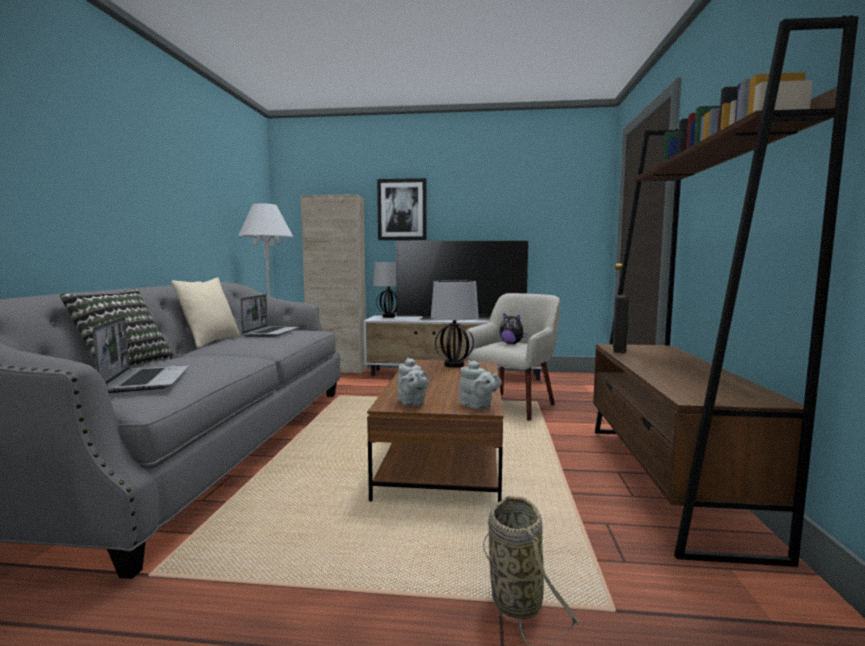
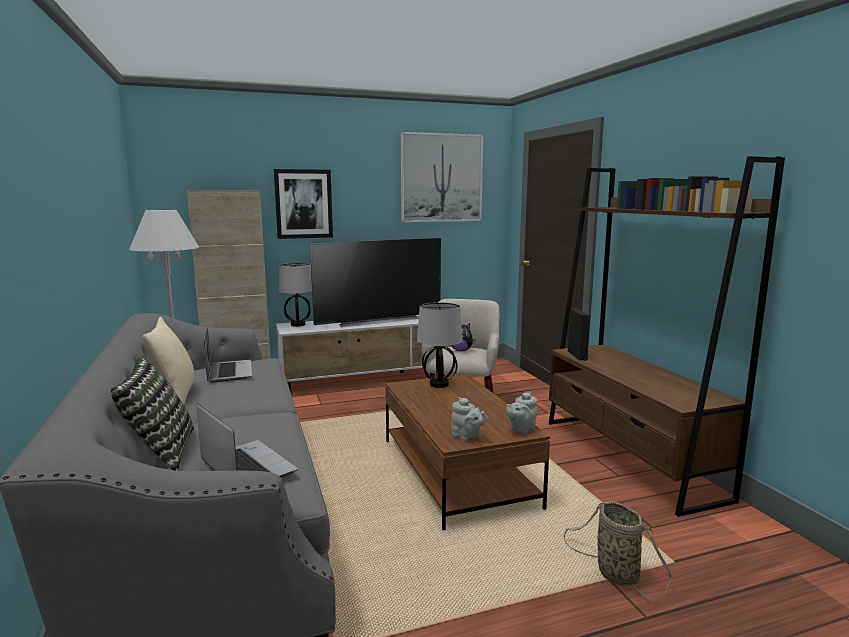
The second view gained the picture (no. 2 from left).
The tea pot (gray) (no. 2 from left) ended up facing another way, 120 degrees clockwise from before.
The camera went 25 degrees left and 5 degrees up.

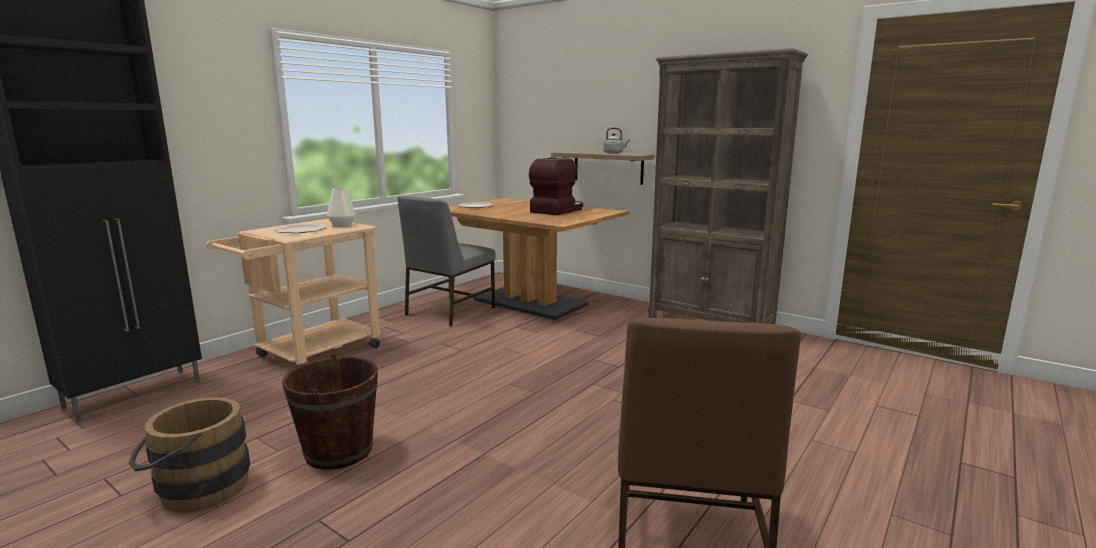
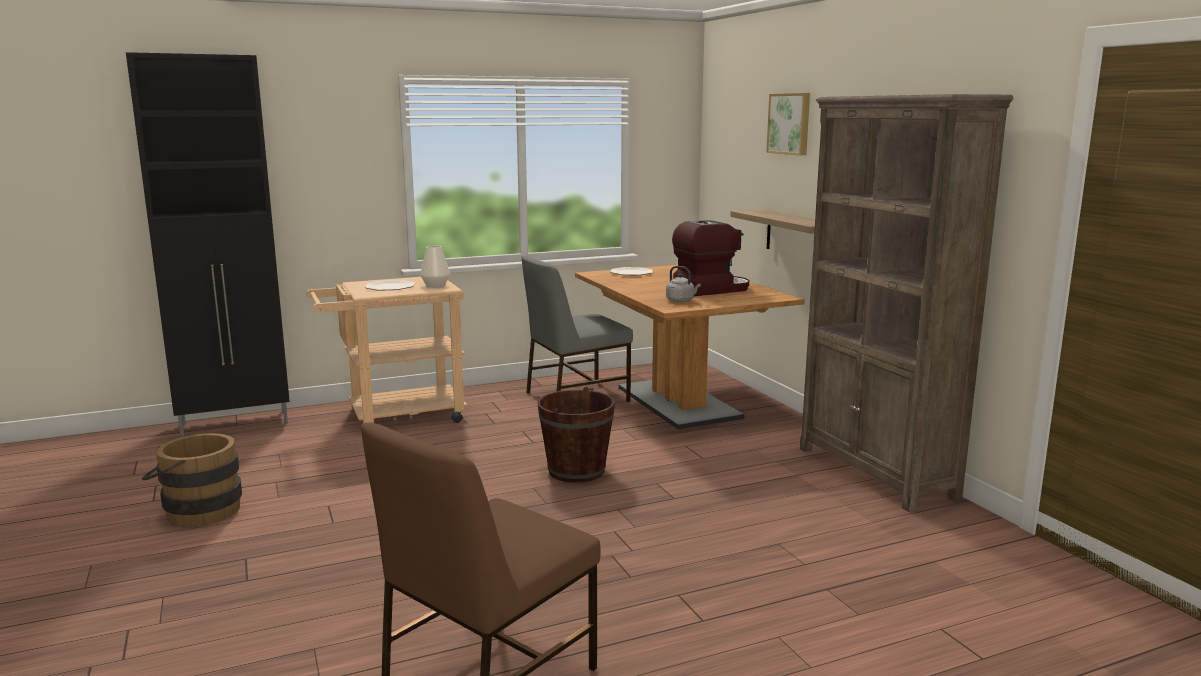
The pail (brown) (no. 2 from left) ended up elsewhere.
The water kettle (gray) ended up elsewhere.
The second view gained the picture.
The camera went 30 degrees right and 0 degrees up.

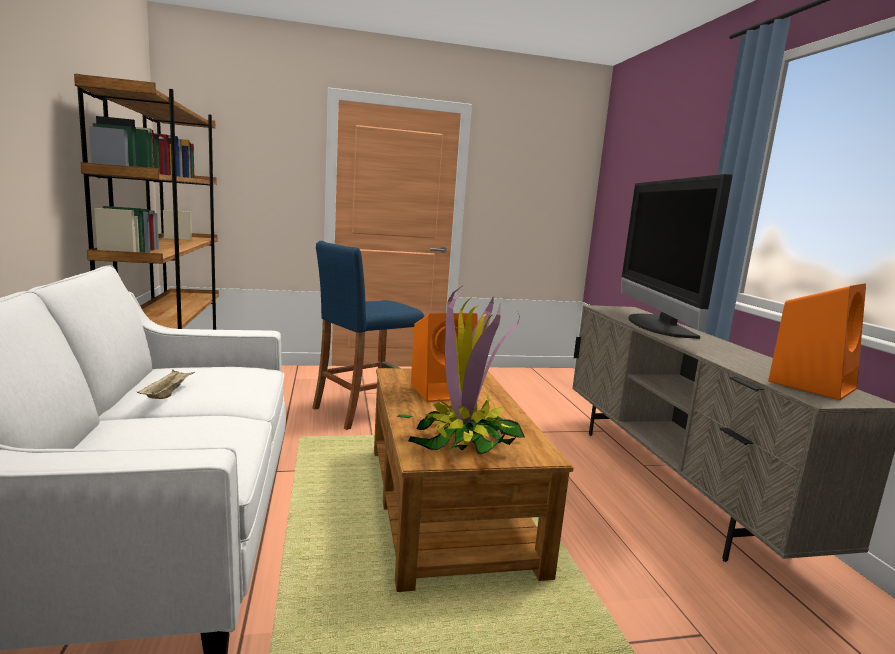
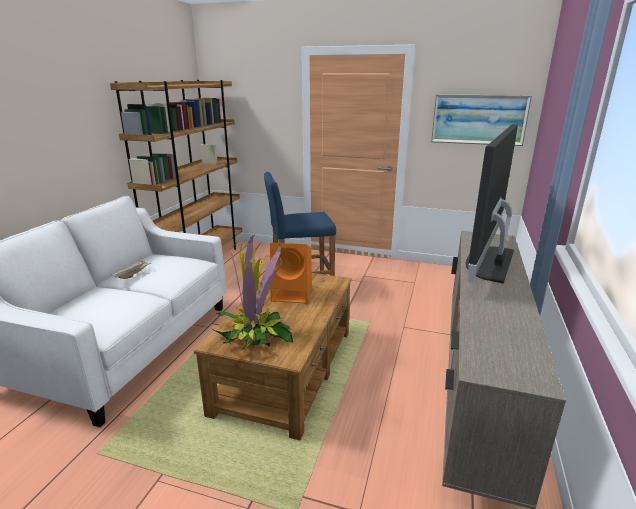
The second view gained the picture.
The second view lost the loudspeaker (orangey) (no. 2 from left).
The camera went 30 degrees right and 10 degrees up.

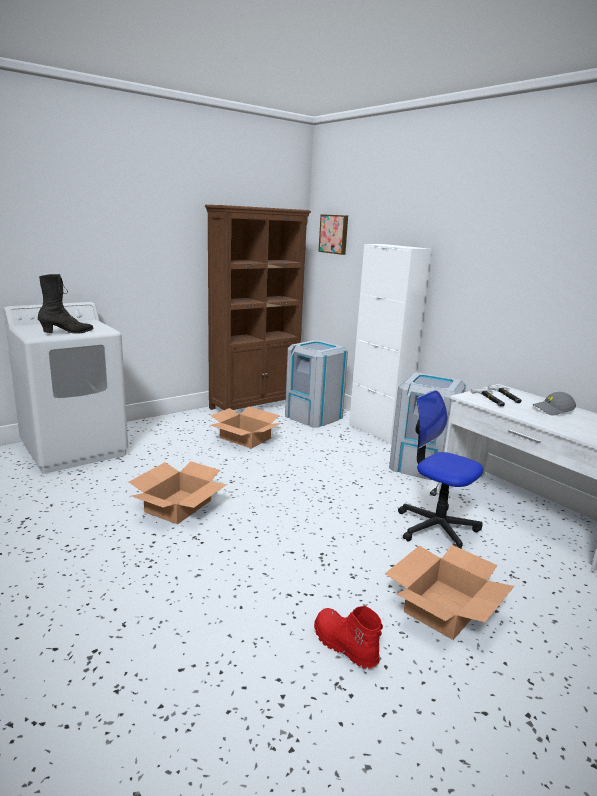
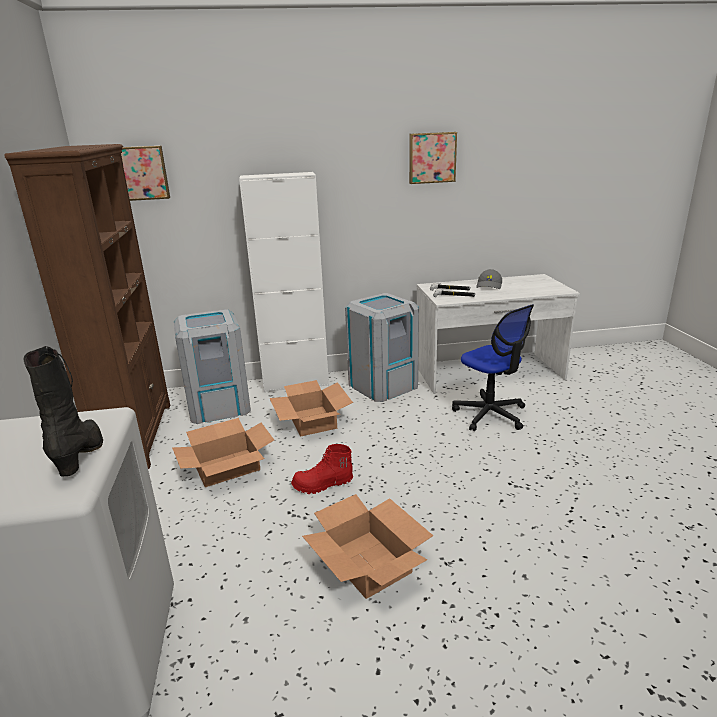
The cardboard box (no. 3 from left in the first image) ended up elsewhere.
The high-top boot (reddish) ended up elsewhere.
The second view gained the picture (no. 2 from left).
The office chair ended up facing another way, 105 degrees counterclockwise from before.
The camera went 60 degrees left and 5 degrees up.

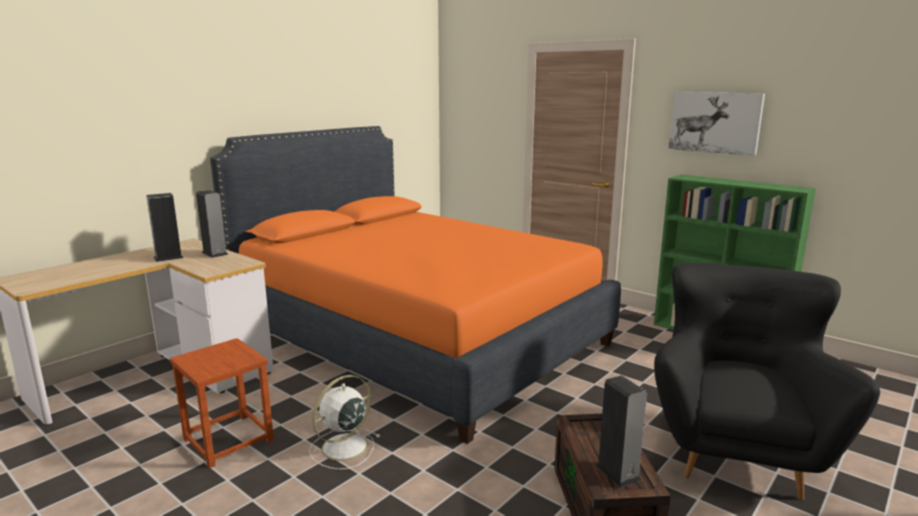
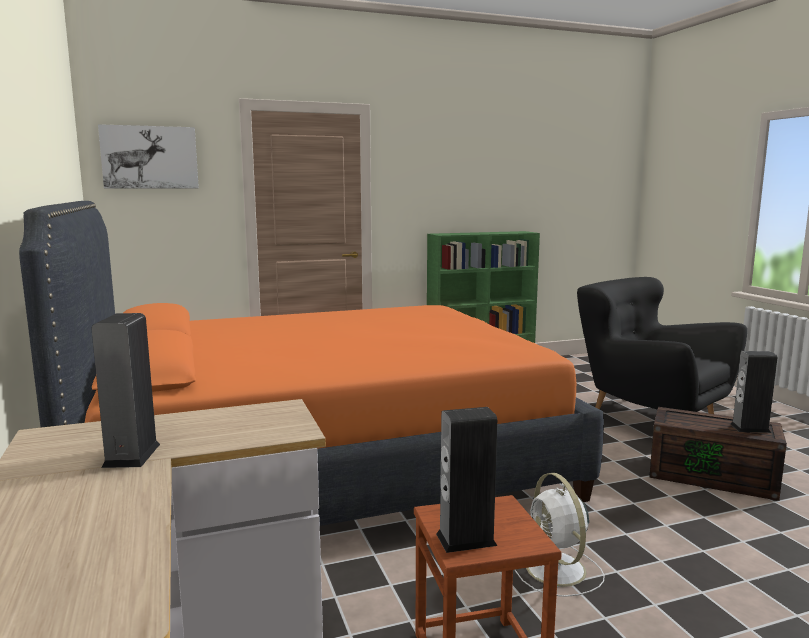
The picture ended up elsewhere.
The loudspeaker (no. 2 from left) ended up elsewhere.
The camera went 60 degrees left and 5 degrees down.

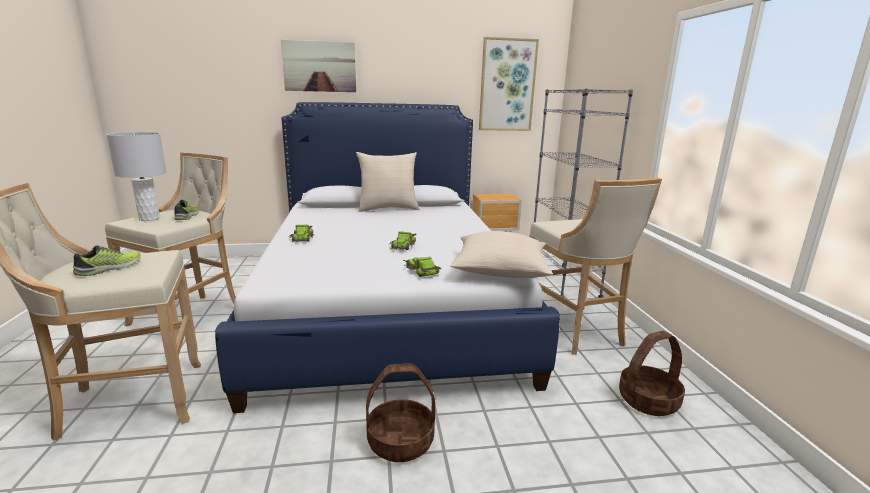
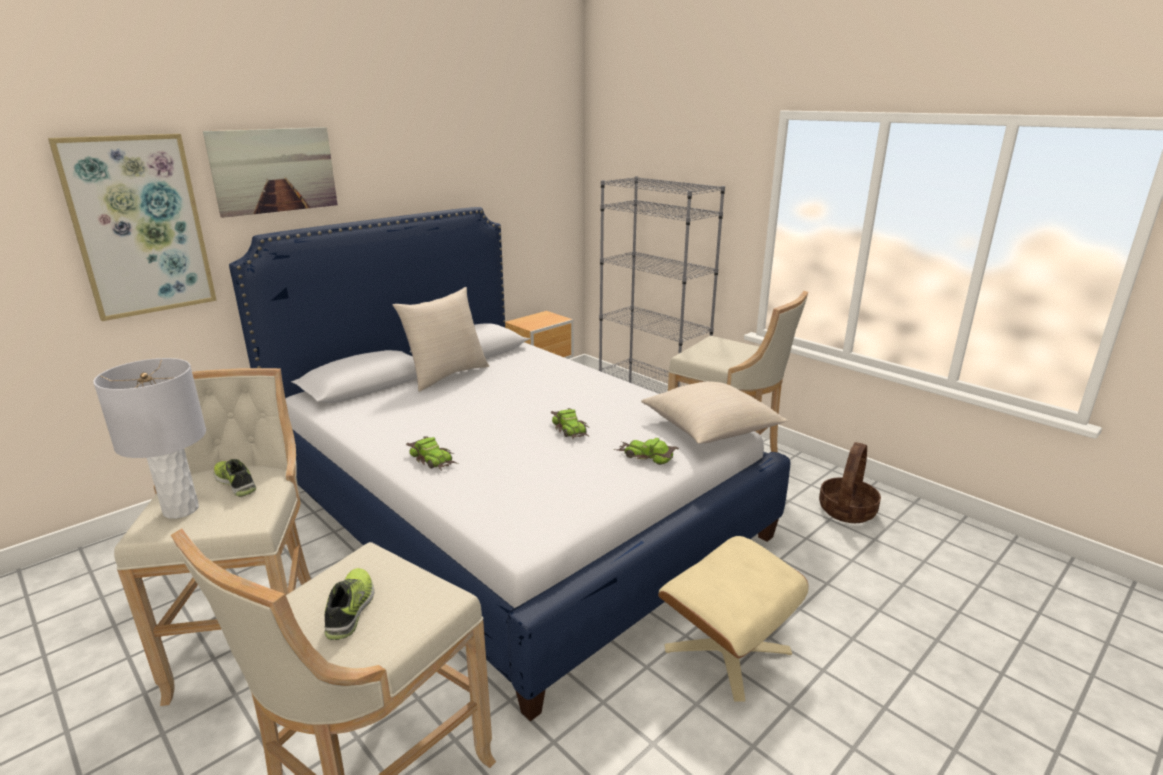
The picture (no. 2 from left in the first image) ended up elsewhere.
Where the basket (no. 1 from left) stood, the pouffe (sand-coloured) came to stand.
The camera went 35 degrees left and 5 degrees up.

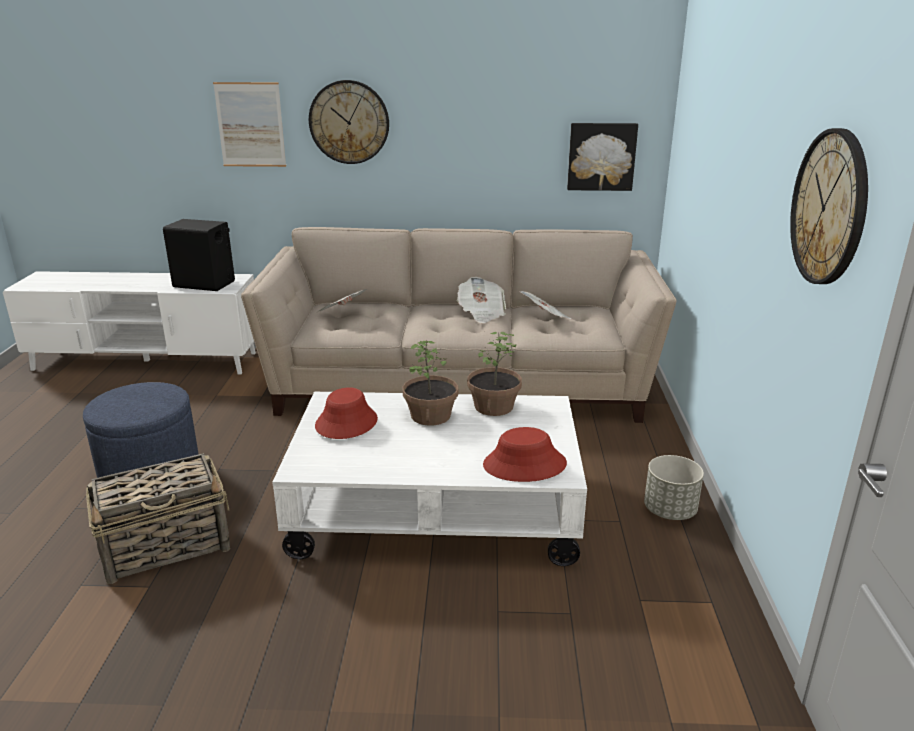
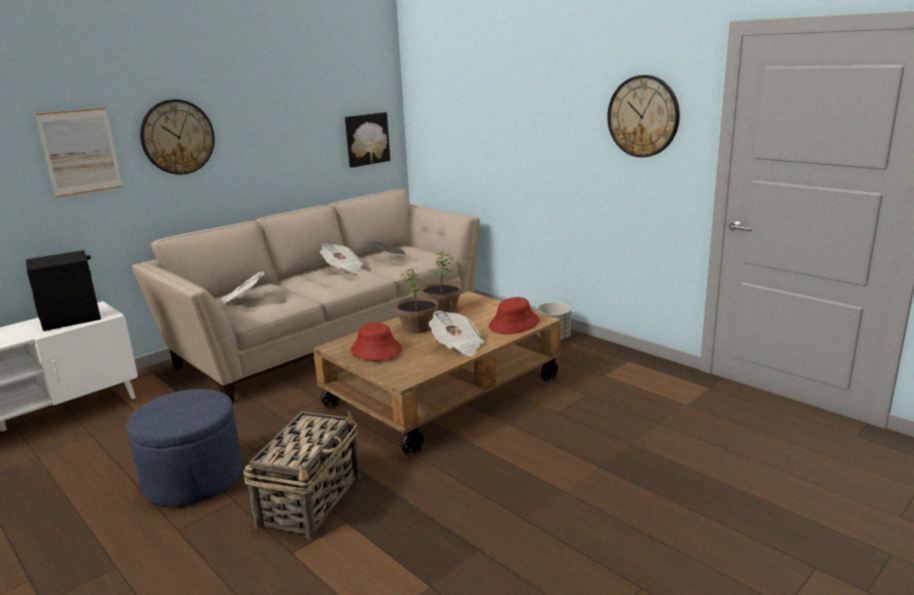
What was the lounge table (whitish) turned into the lounge table (brown).
The second view gained the newspaper (no. 4 from left).
The camera went 45 degrees left and 5 degrees down.

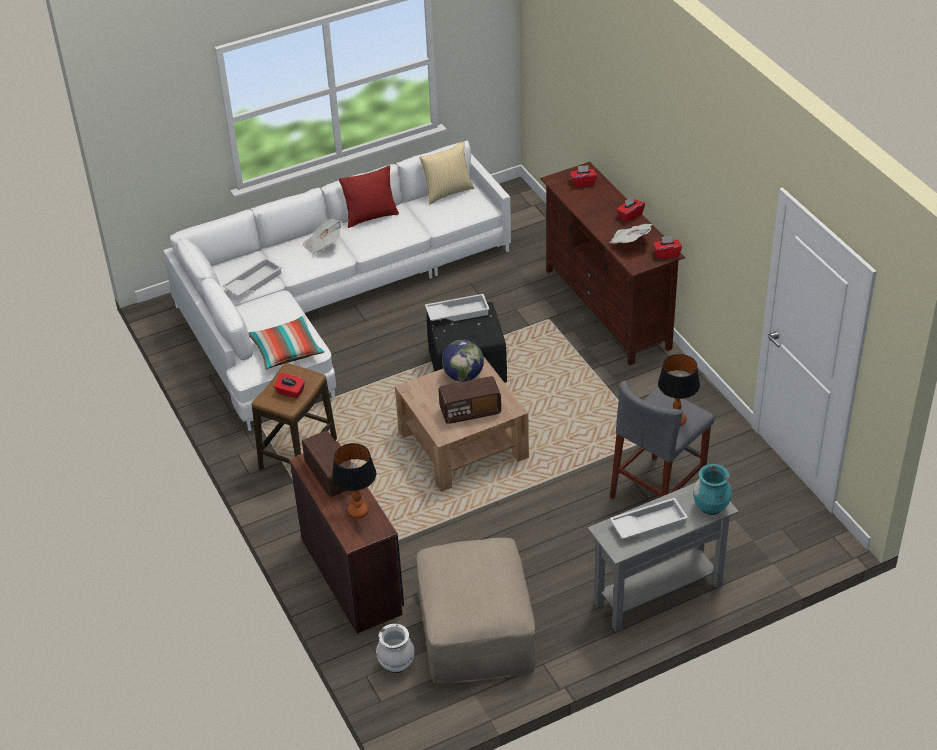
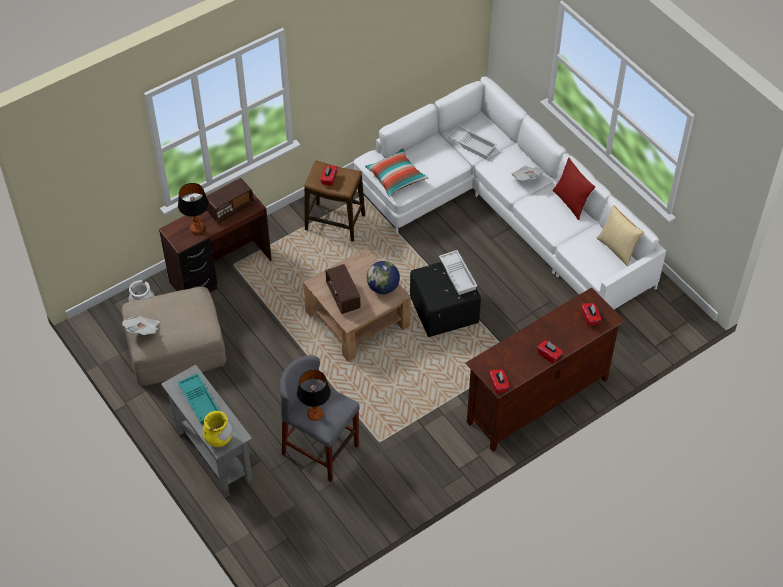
The newspaper (no. 2 from left in the first image) ended up elsewhere.
What was the tray (whitish) (no. 3 from left) turned into the tray (turquoise-coloured).
What was the vase (turquoise-coloured) turned into the vase (yellowish).
The camera went 80 degrees right and 10 degrees up.

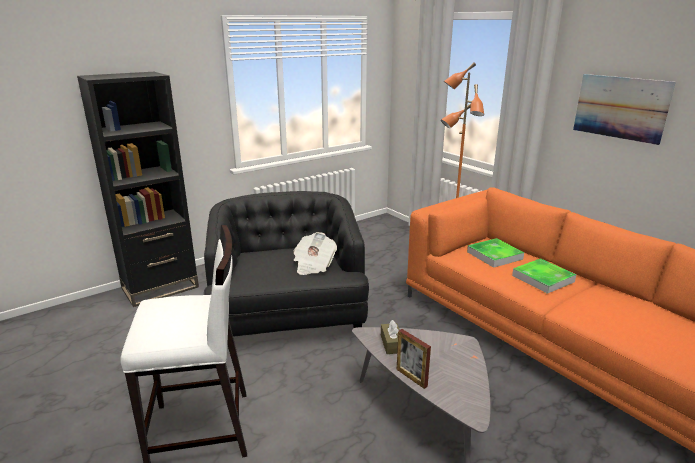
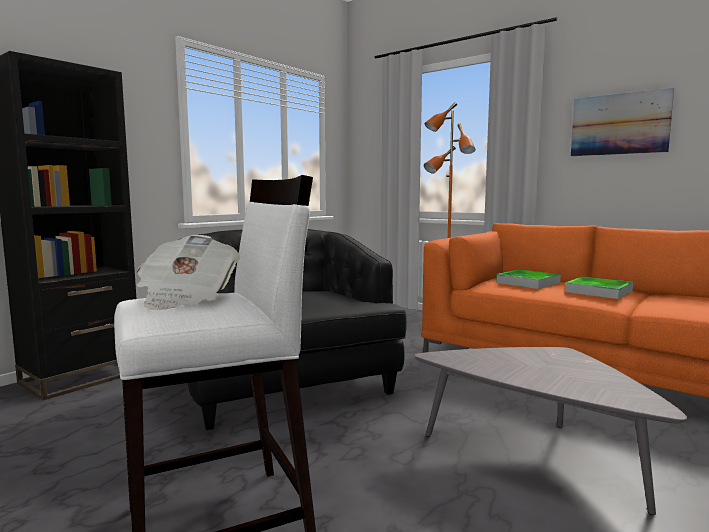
The newspaper ended up elsewhere.
The second view lost the box of tissues (brown).
The second view lost the photo frame.
The camera went 15 degrees left and 15 degrees down.

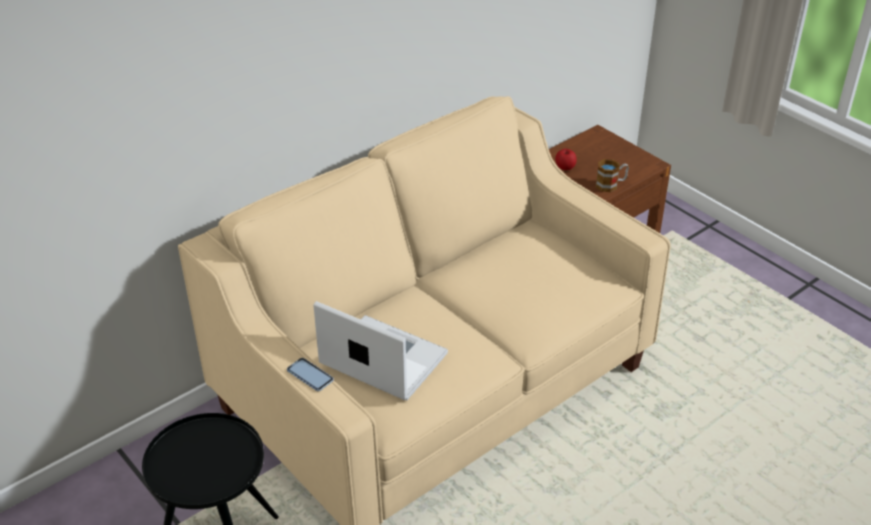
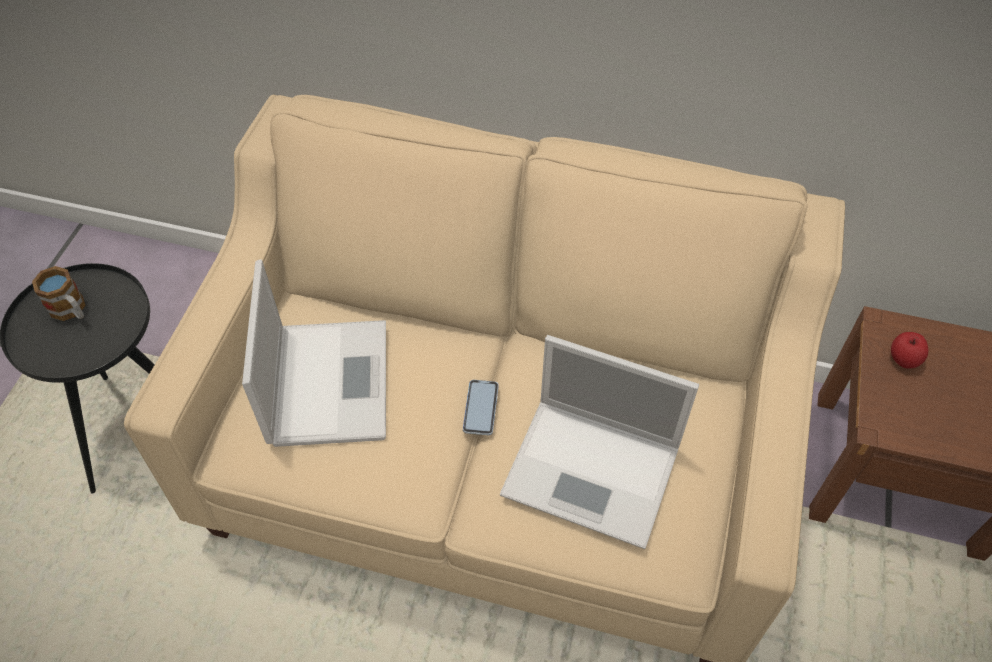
The tea mug ended up elsewhere.
The phone ended up elsewhere.
The second view gained the laptop (no. 2 from left).
The camera went 55 degrees right and 15 degrees up.

